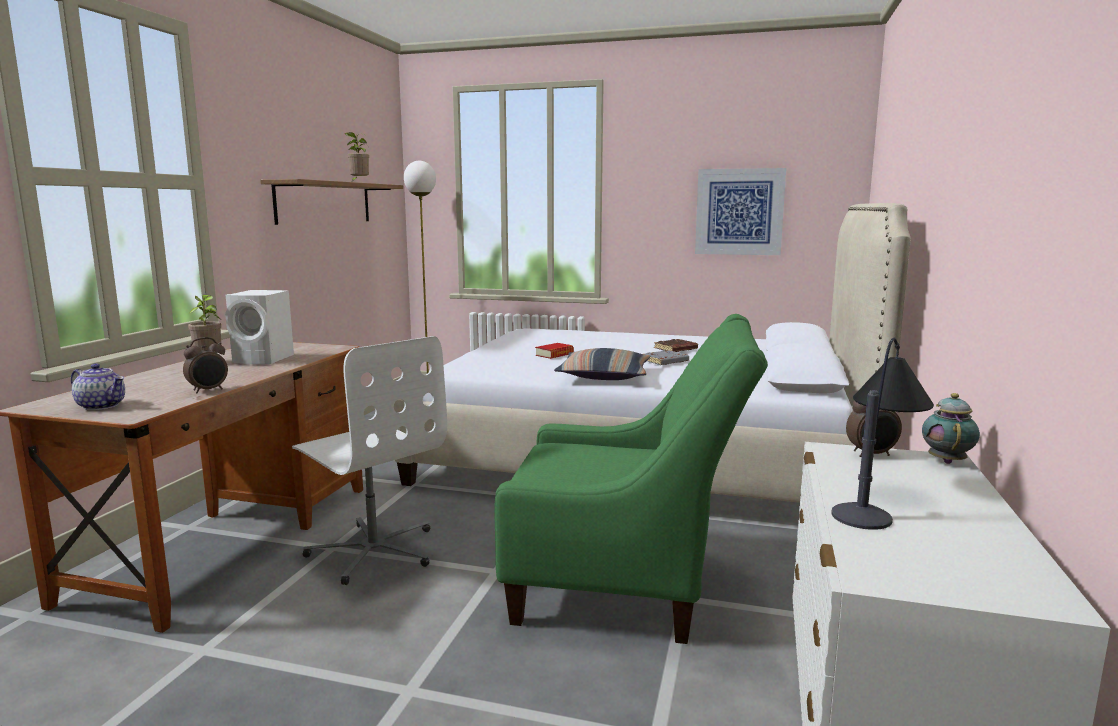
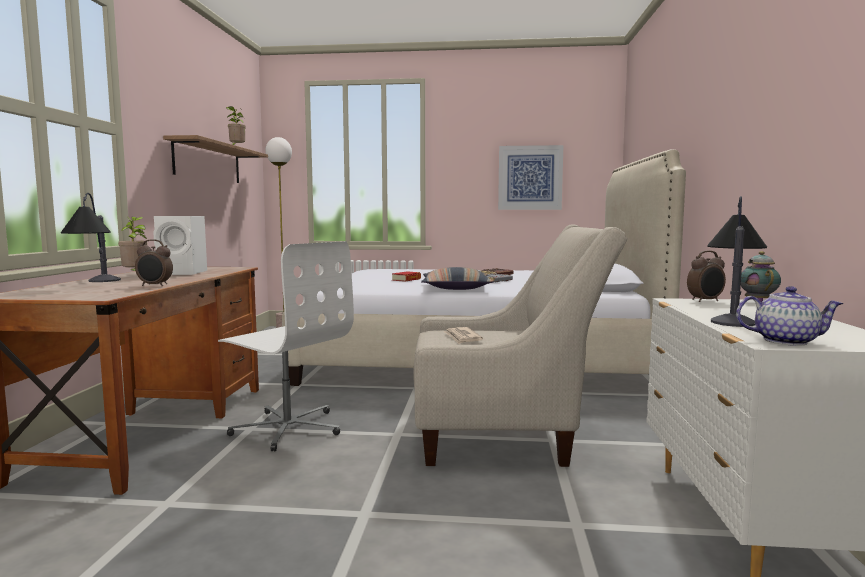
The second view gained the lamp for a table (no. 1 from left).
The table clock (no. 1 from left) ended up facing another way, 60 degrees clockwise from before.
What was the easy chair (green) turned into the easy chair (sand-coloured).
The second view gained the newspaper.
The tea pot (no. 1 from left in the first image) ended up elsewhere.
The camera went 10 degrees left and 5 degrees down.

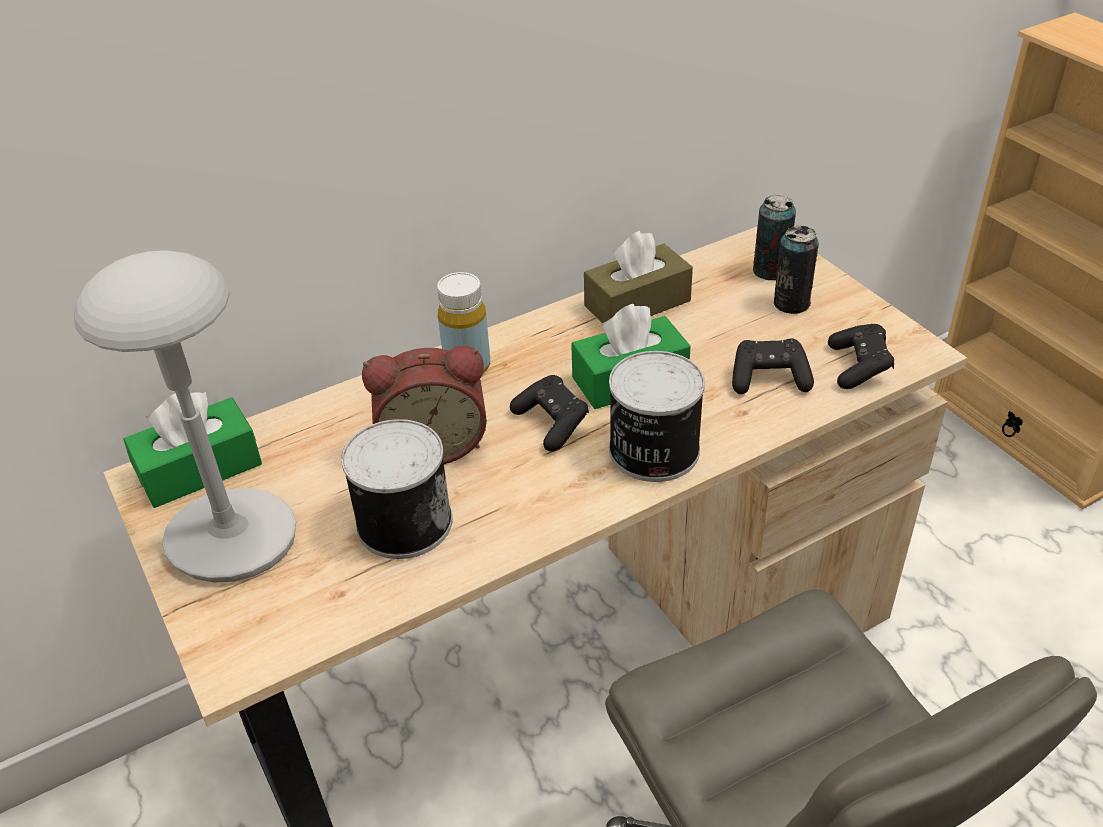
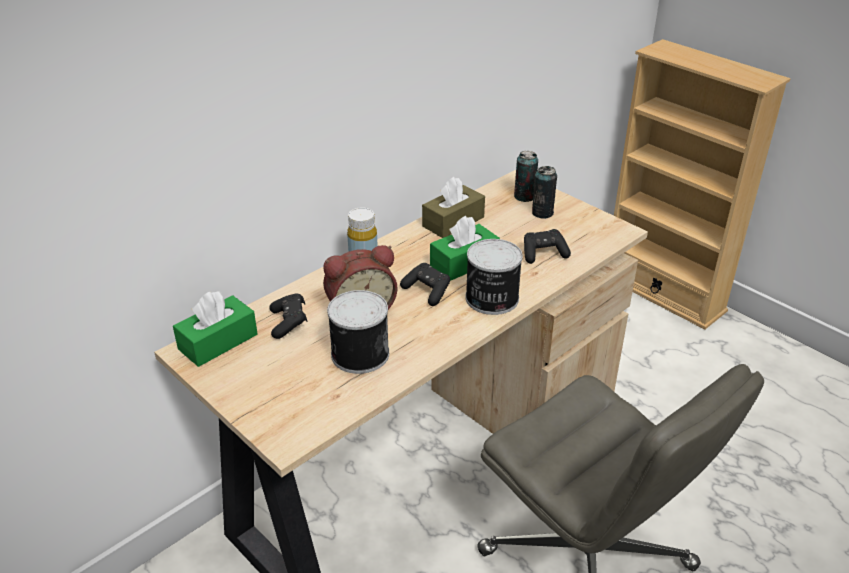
The game controller (blackish) (no. 3 from left in the first image) ended up elsewhere.
The second view lost the lamp for a table (gray).
The camera went 15 degrees left and 5 degrees down.

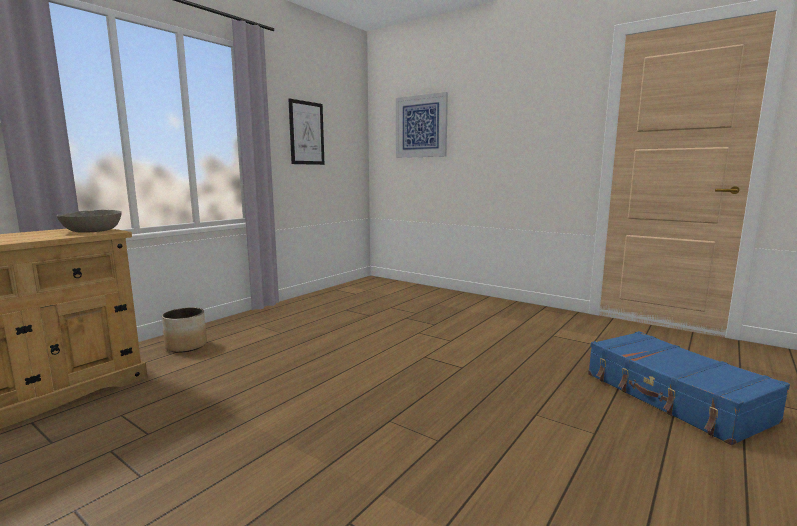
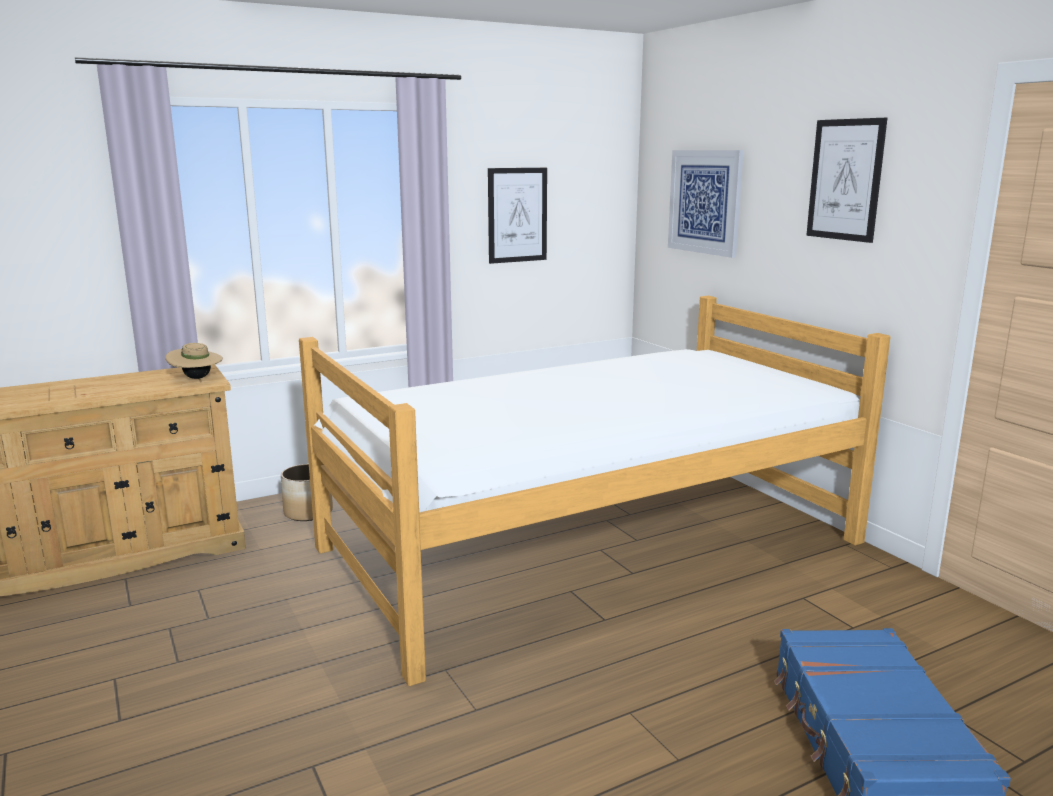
Where the serving bowl (gray) stood, the clothing hat (sand-coloured) came to stand.
The second view gained the bedroom bed.
The second view gained the picture (no. 3 from left).
The camera went 25 degrees right and 5 degrees up.

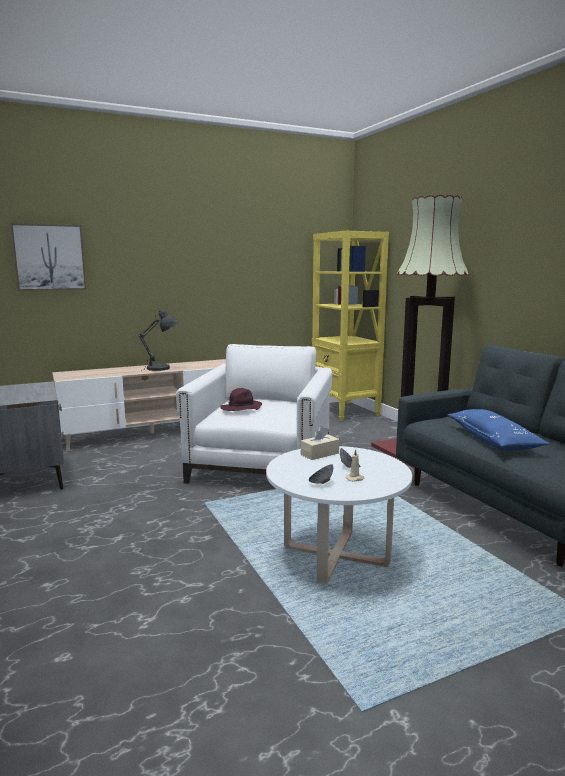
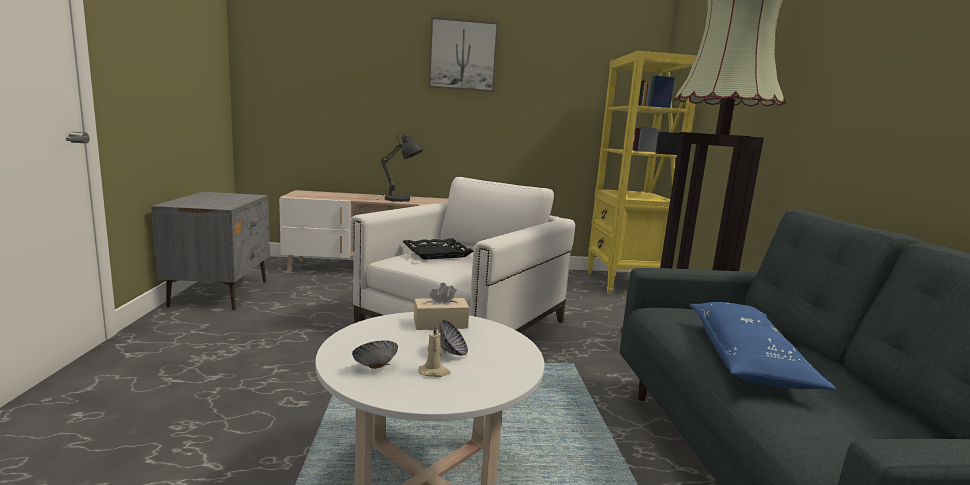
Where the clothing hat (purplish) stood, the tray (blackish) came to stand.
The picture ended up elsewhere.
The camera went 20 degrees right and 0 degrees up.

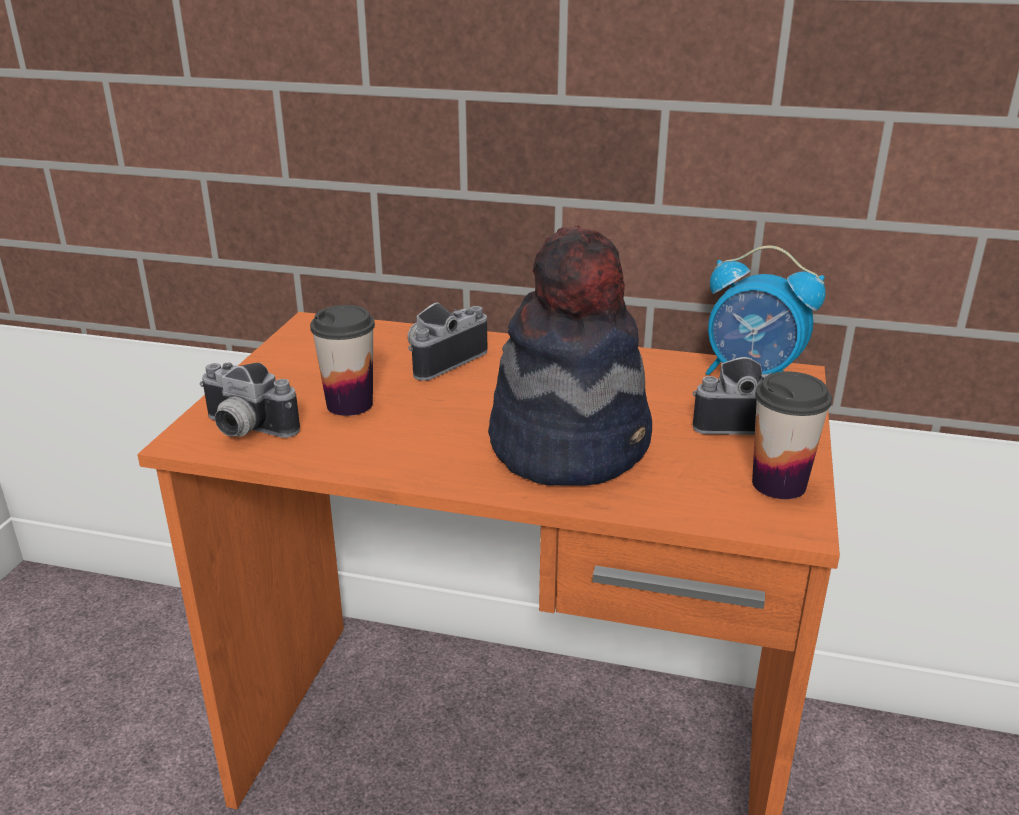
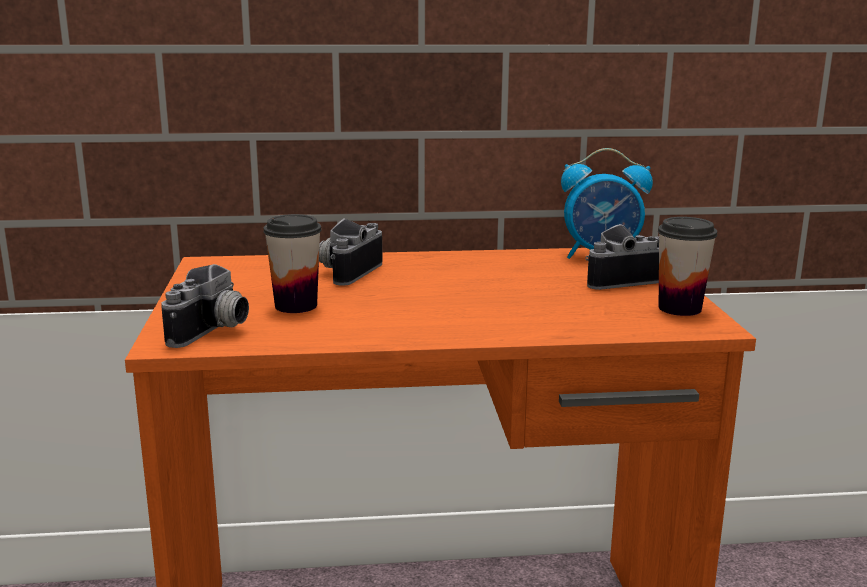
The still camera (no. 1 from left) ended up facing another way, 75 degrees counterclockwise from before.
The second view lost the clothing hat.
The camera went 20 degrees left and 10 degrees down.

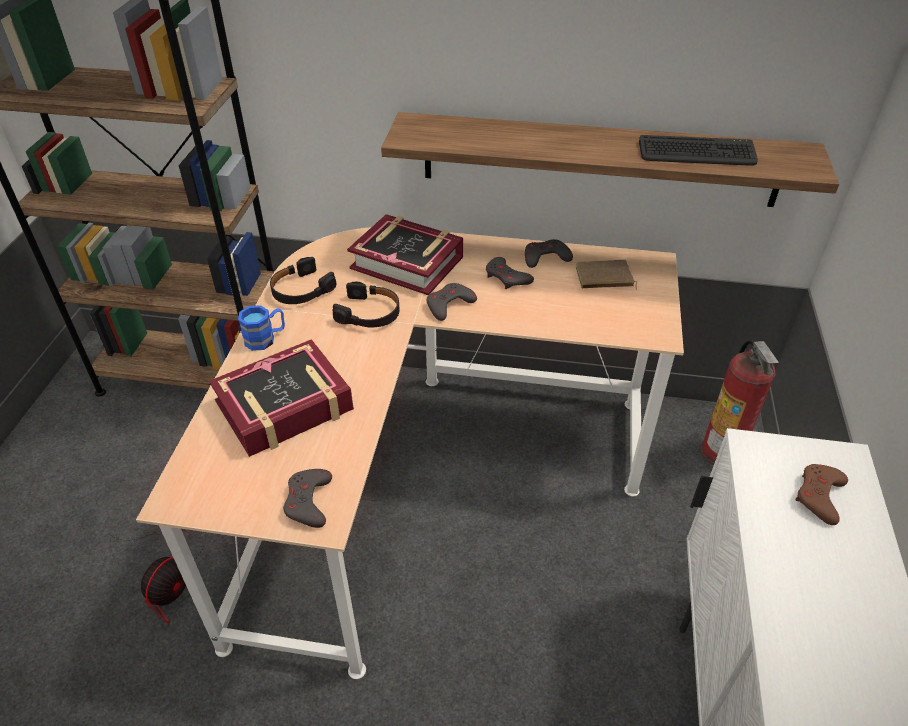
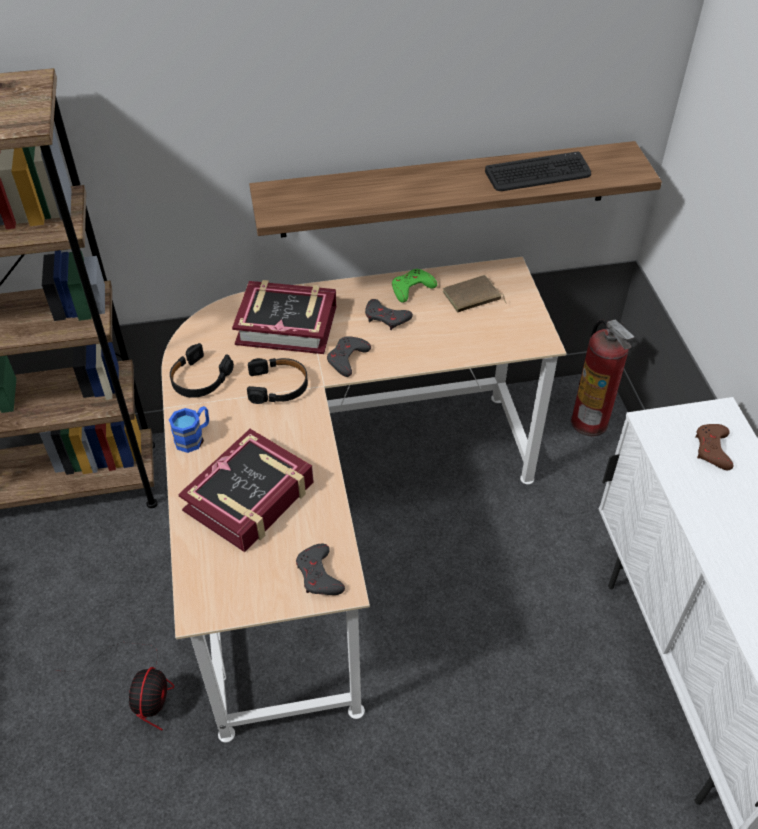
What was the game controller (gray) (no. 4 from left) turned into the game controller (green).
The camera went 20 degrees left and 5 degrees up.

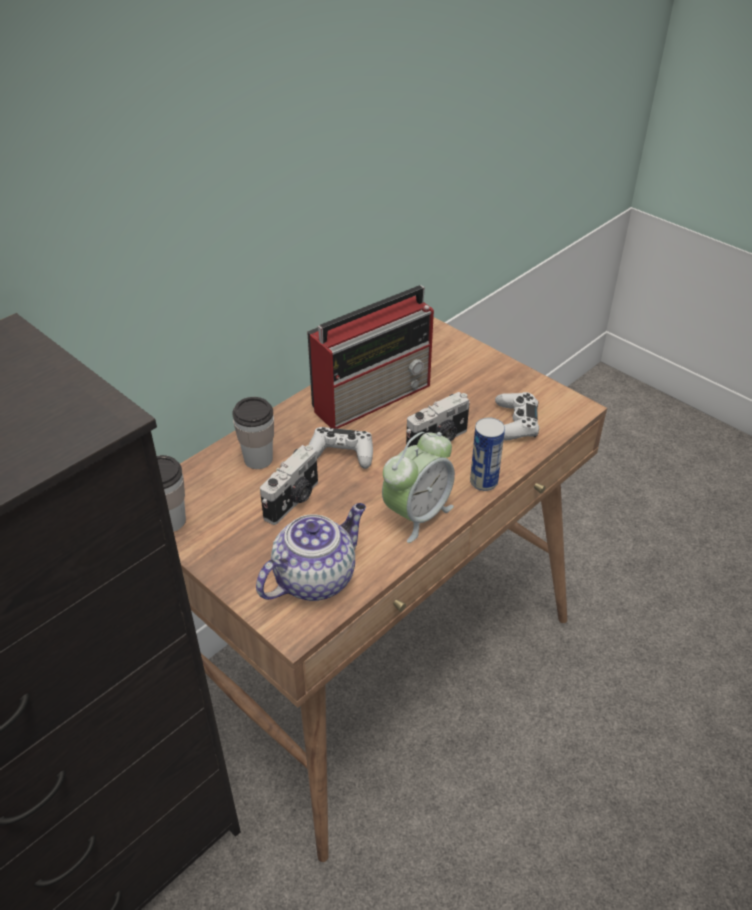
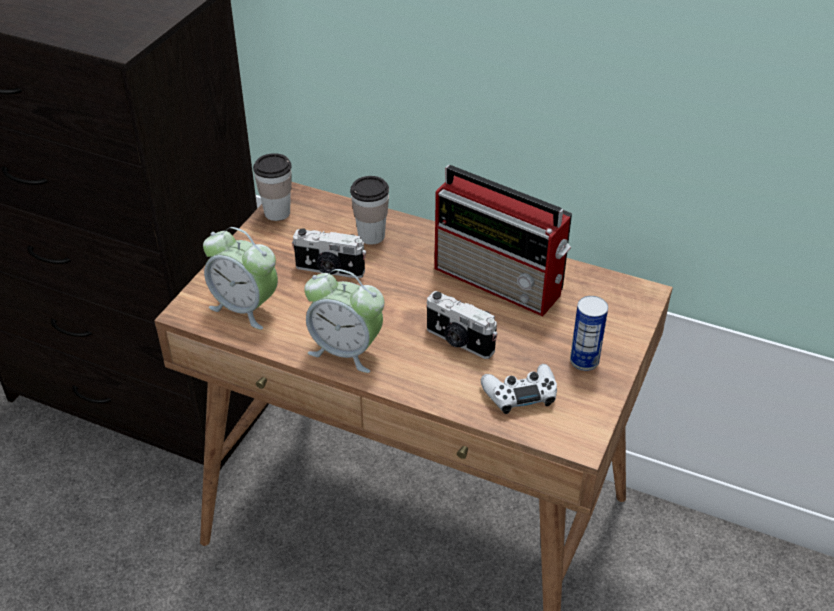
Where the tea pot stood, the table clock (no. 1 from left) came to stand.
The sealed can ended up elsewhere.
The second view lost the game controller (whitish) (no. 1 from left).
The camera went 70 degrees right and 0 degrees up.

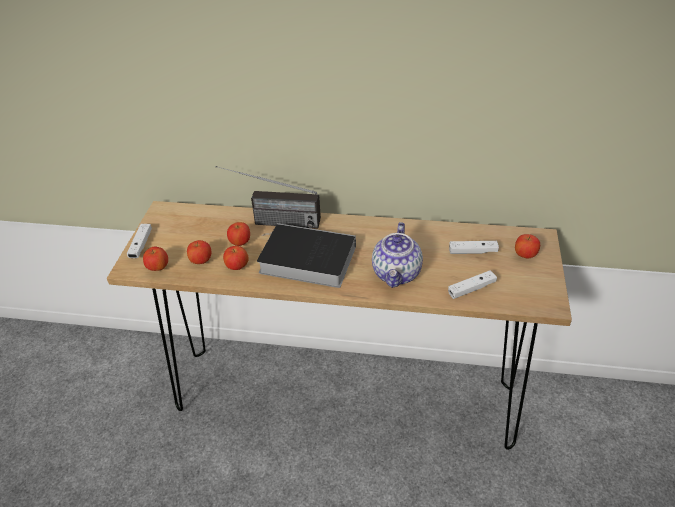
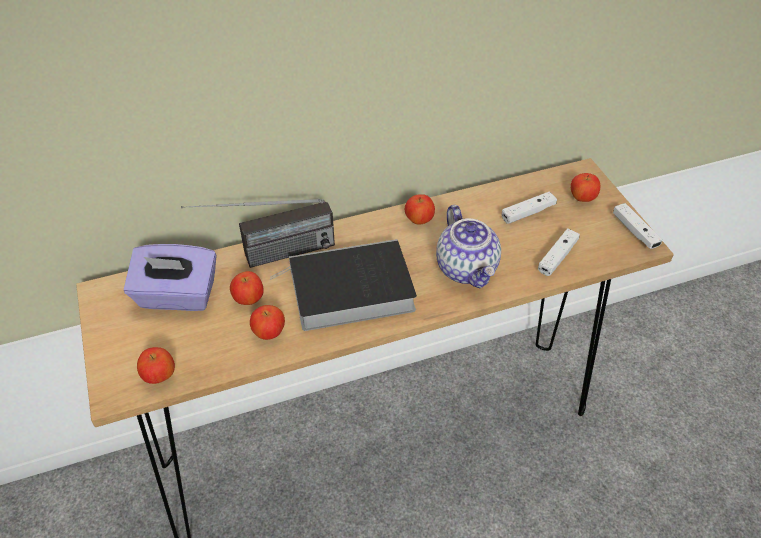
The second view gained the box of tissues (purplish).
The apple (no. 2 from left in the first image) ended up elsewhere.
The game controller (whitish) (no. 1 from left in the first image) ended up elsewhere.
The camera went 30 degrees left and 5 degrees up.

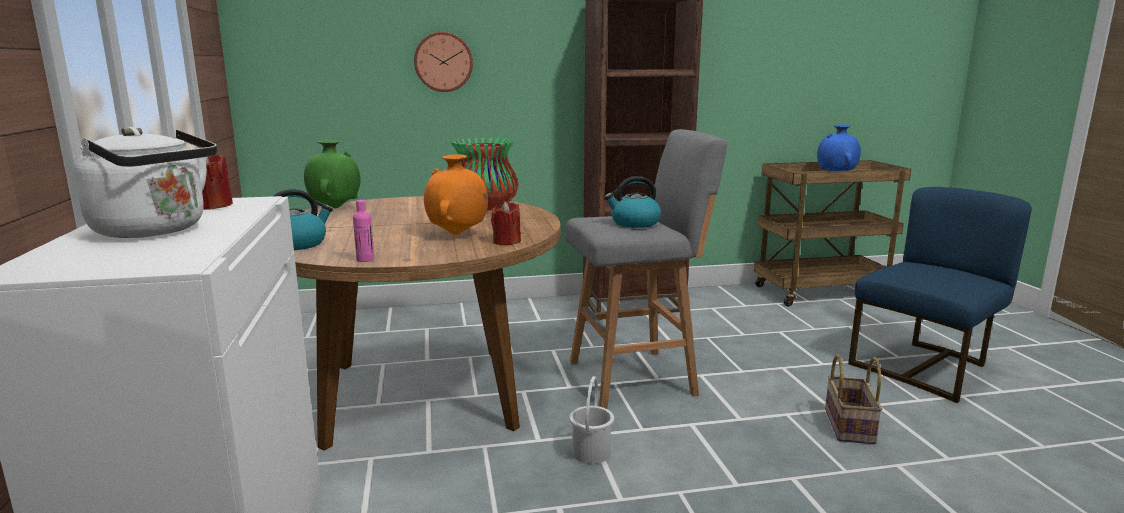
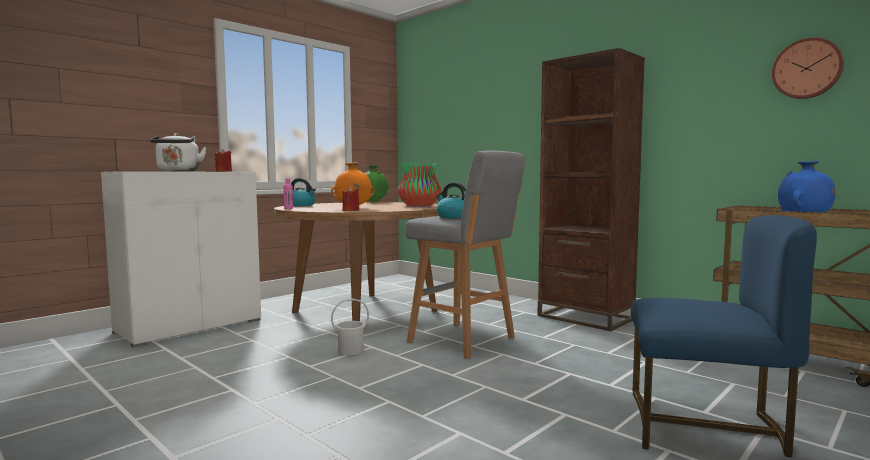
The hanging clock ended up elsewhere.
The second view lost the basket.
The camera went 55 degrees right and 10 degrees down.

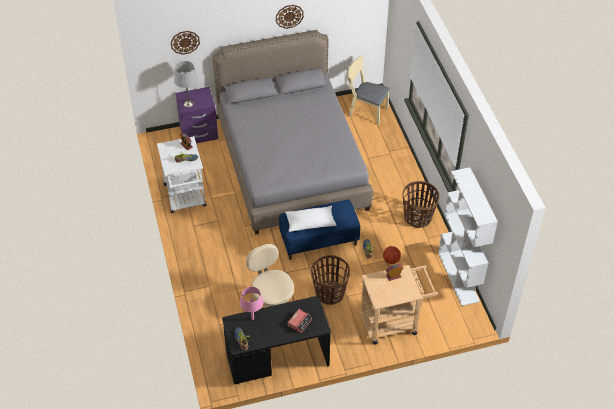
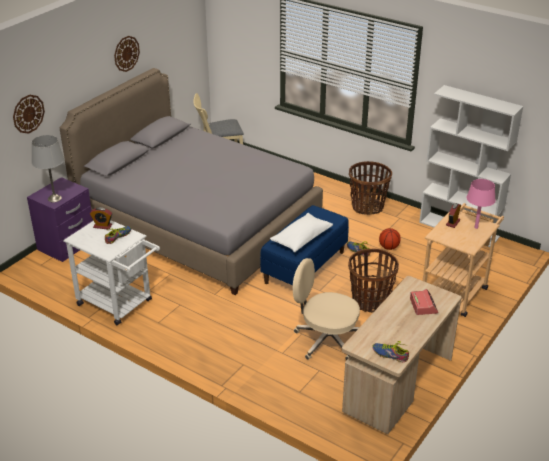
What was the desk table (blackish) turned into the desk table (sand-coloured).
The lamp for a table (pink) ended up elsewhere.
The camera went 40 degrees left and 15 degrees down.

